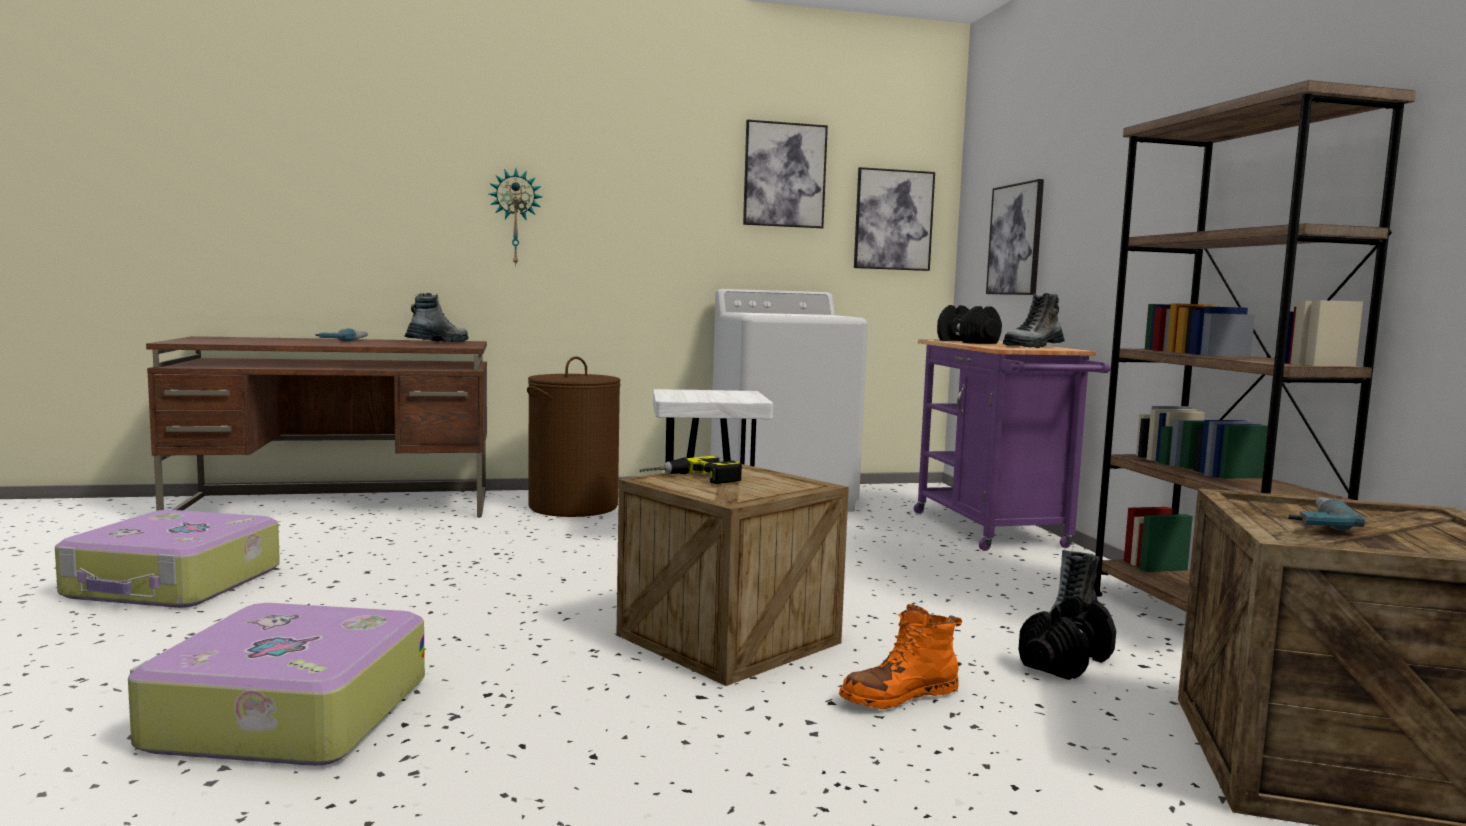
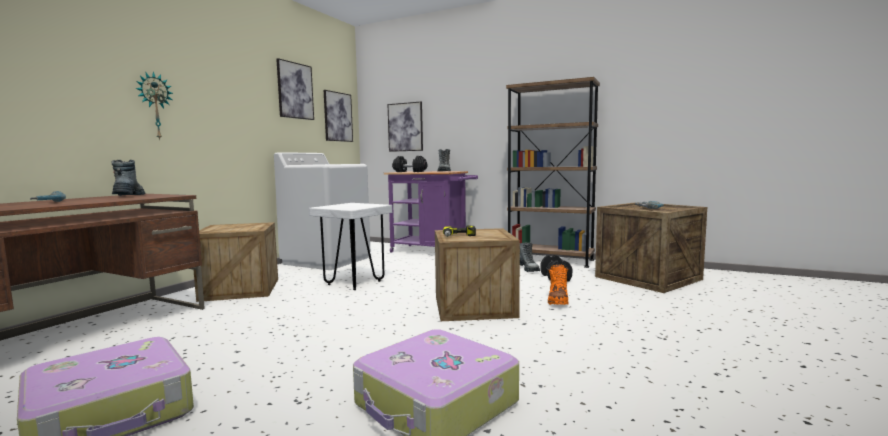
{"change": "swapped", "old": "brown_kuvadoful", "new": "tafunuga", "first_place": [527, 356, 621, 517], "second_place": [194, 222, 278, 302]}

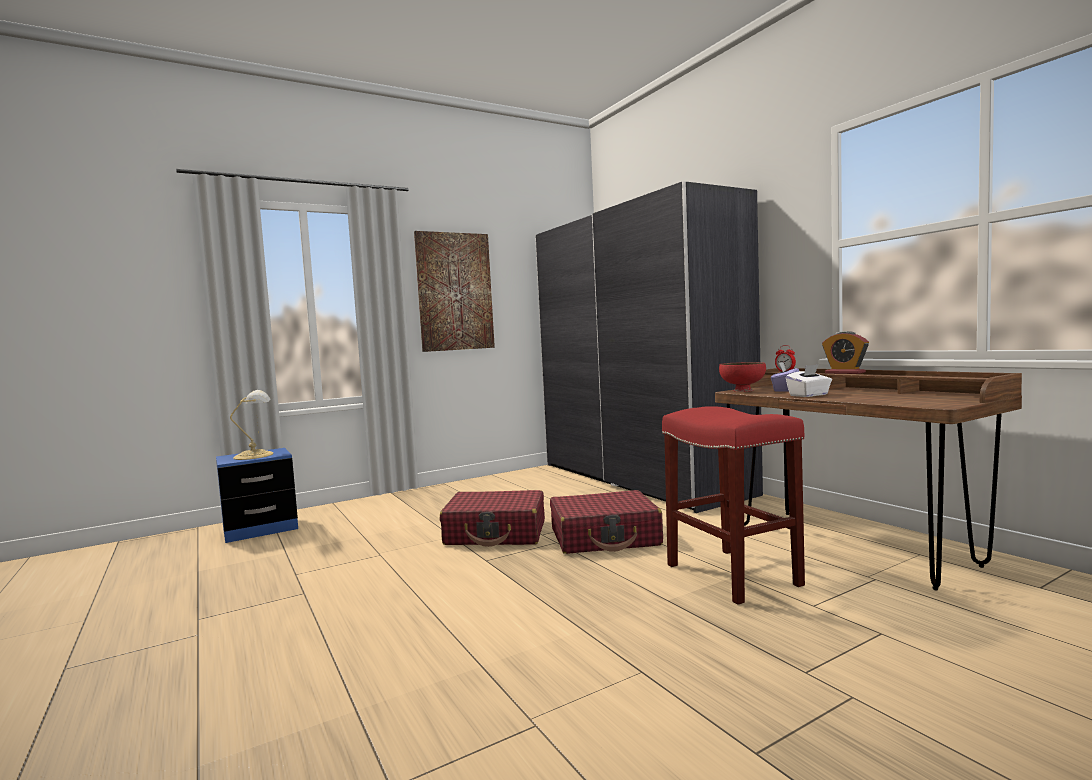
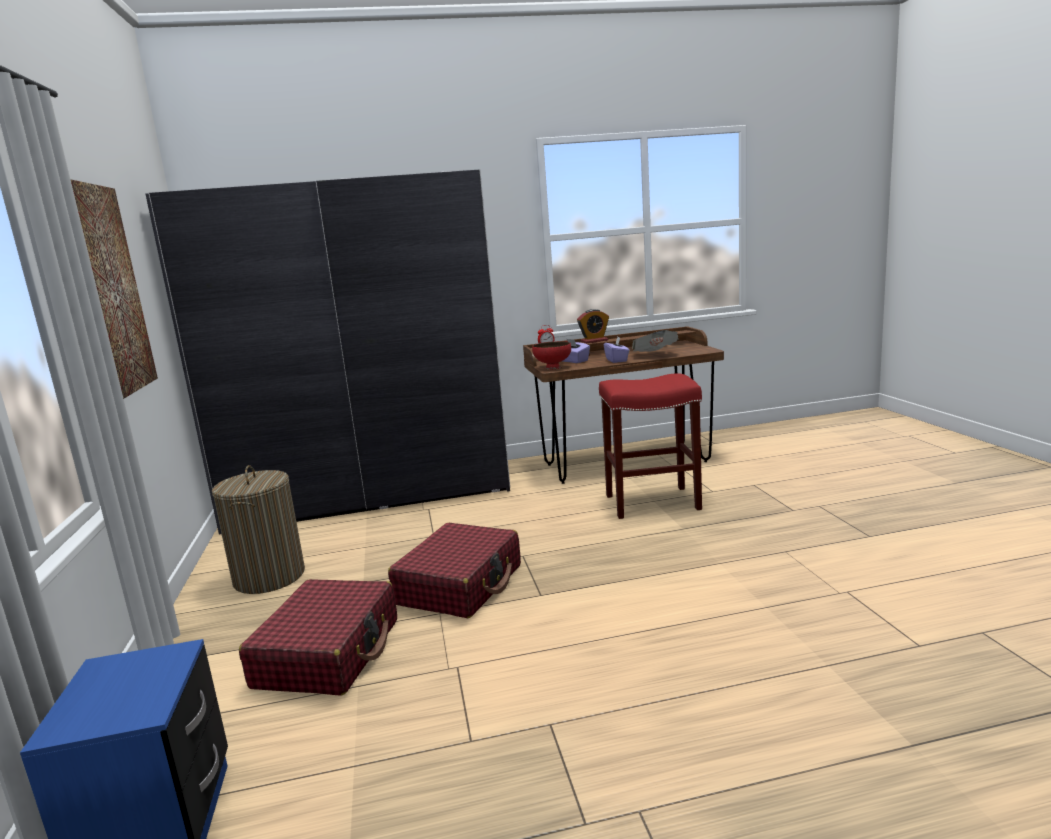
{"change": "new", "new": "kuvadoful", "second_place": [212, 465, 305, 594]}
{"change": "shifted", "old": "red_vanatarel", "first_place": [550, 490, 663, 554], "second_place": [239, 579, 397, 696]}
{"change": "repainted", "old": "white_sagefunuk", "new": "purple_sagefunuk", "first_place": [786, 364, 832, 397], "second_place": [604, 337, 629, 363]}
{"change": "new", "new": "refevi", "second_place": [632, 330, 679, 352]}
{"change": "gone", "old": "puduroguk", "first_place": [230, 390, 273, 460]}

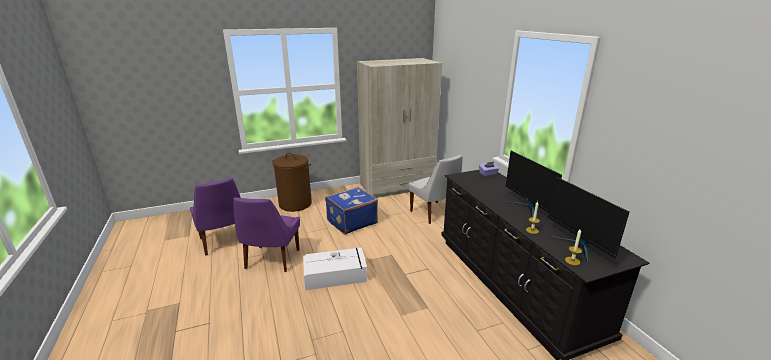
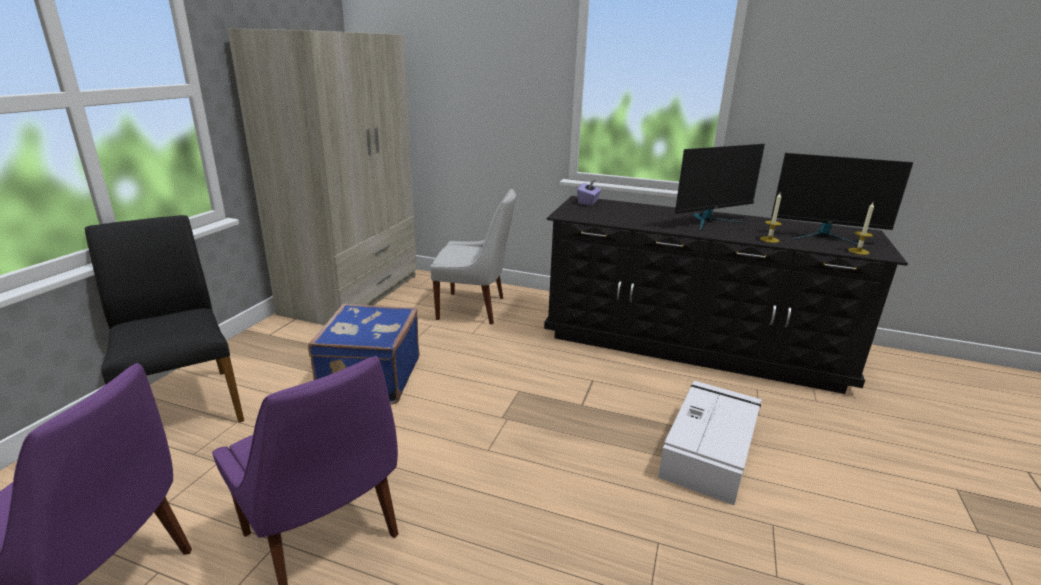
{"change": "swapped", "old": "brown_kuvadoful", "new": "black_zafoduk", "first_place": [272, 153, 312, 212], "second_place": [85, 215, 244, 423]}
{"change": "shifted", "old": "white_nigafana", "first_place": [303, 248, 367, 290], "second_place": [658, 381, 762, 505]}
{"change": "rotated", "old": "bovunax", "first_place": [505, 151, 562, 217], "second_place": [675, 144, 765, 231], "degrees": -45}

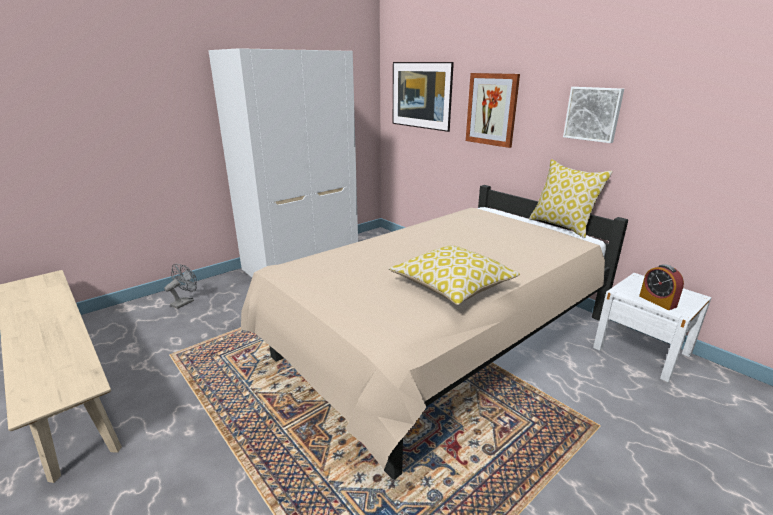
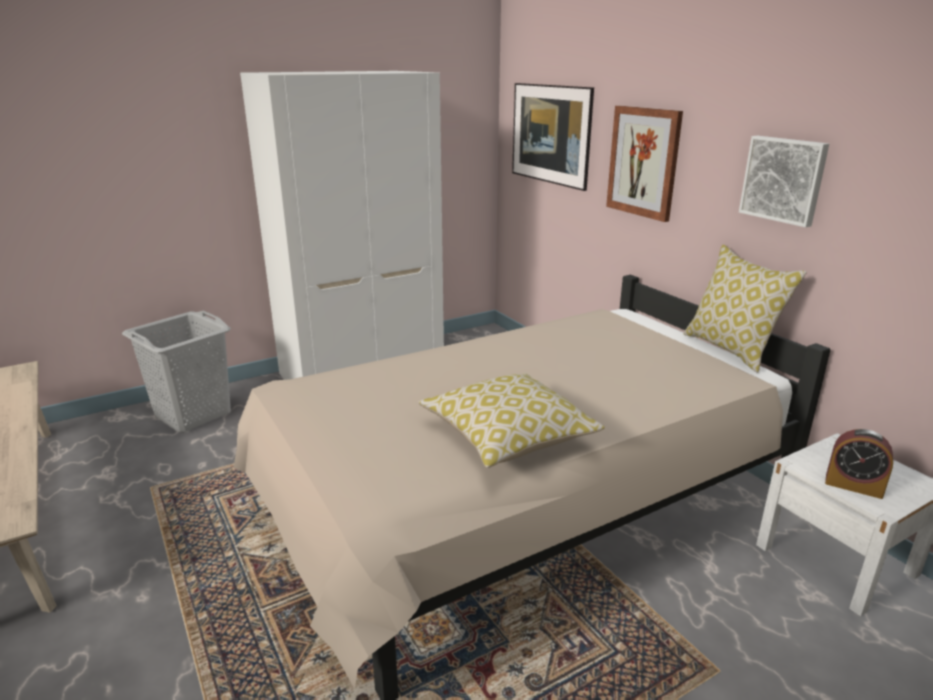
{"change": "swapped", "old": "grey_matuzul", "new": "grey_kuvadoful", "first_place": [164, 264, 197, 309], "second_place": [122, 311, 231, 433]}
{"change": "rotated", "old": "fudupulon", "first_place": [639, 264, 684, 310], "second_place": [825, 429, 893, 499], "degrees": -45}

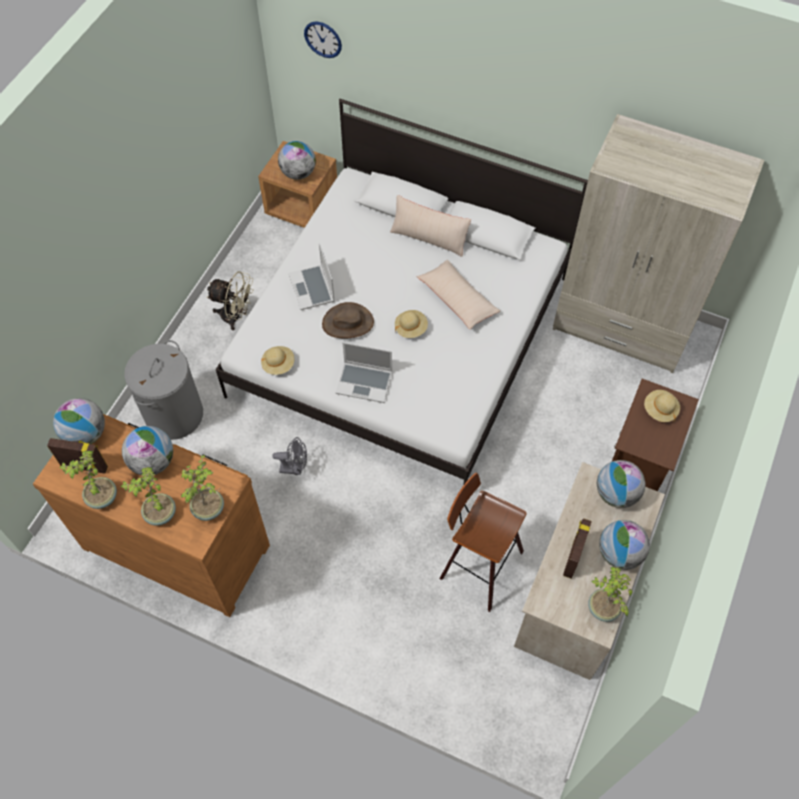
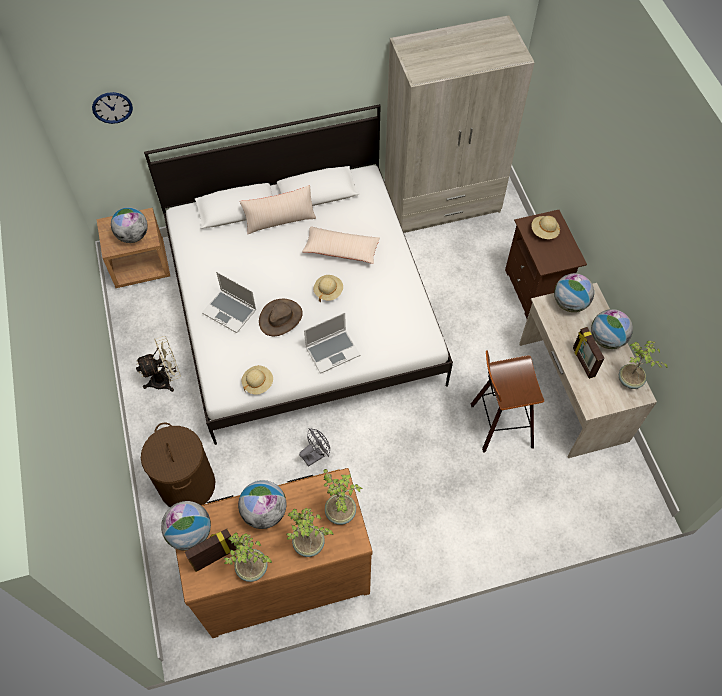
{"change": "repainted", "old": "grey_kuvadoful", "new": "brown_kuvadoful", "first_place": [124, 340, 203, 440], "second_place": [141, 423, 215, 507]}

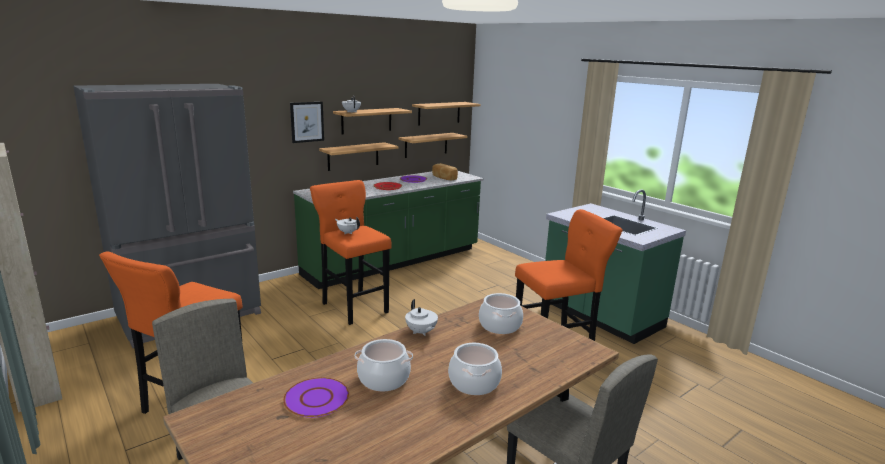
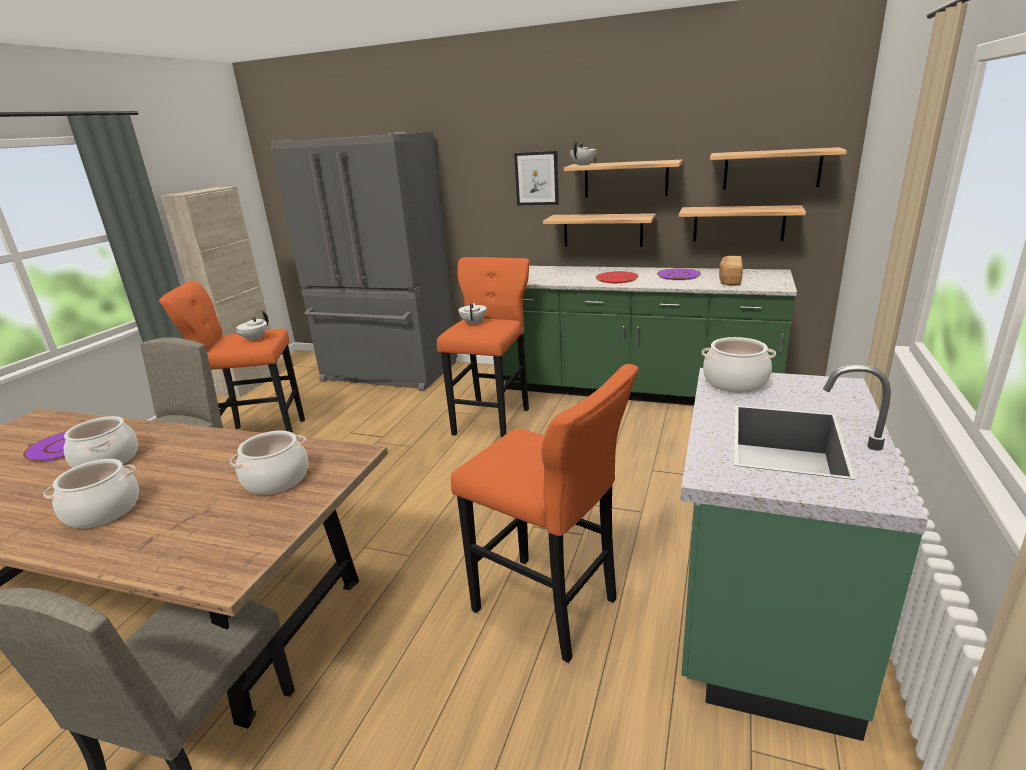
{"change": "shifted", "old": "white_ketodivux", "first_place": [405, 299, 438, 336], "second_place": [233, 311, 268, 342]}
{"change": "new", "new": "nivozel", "second_place": [702, 337, 776, 393]}

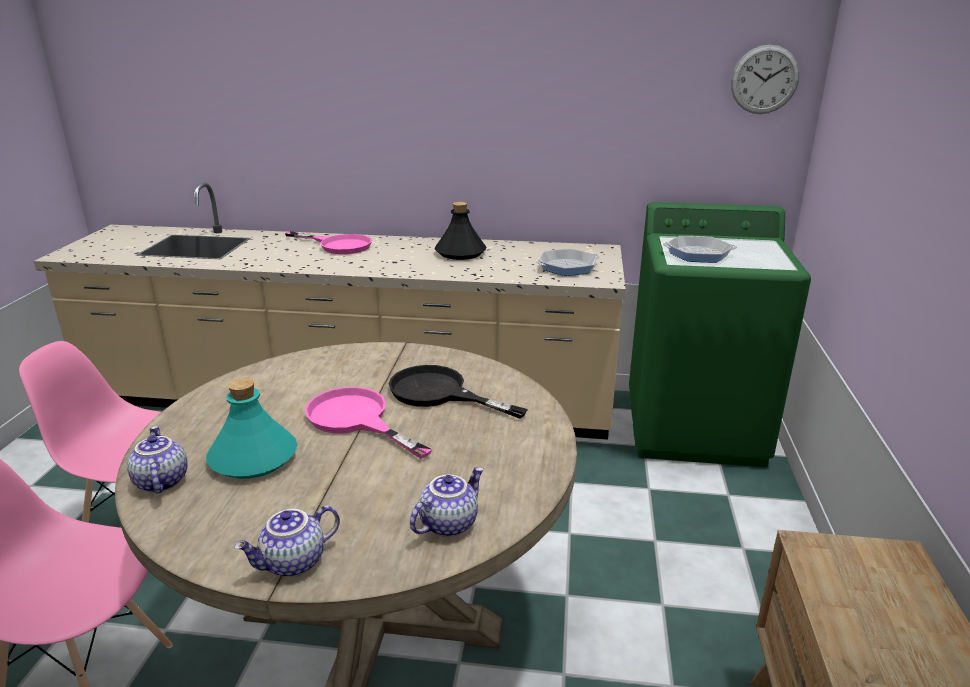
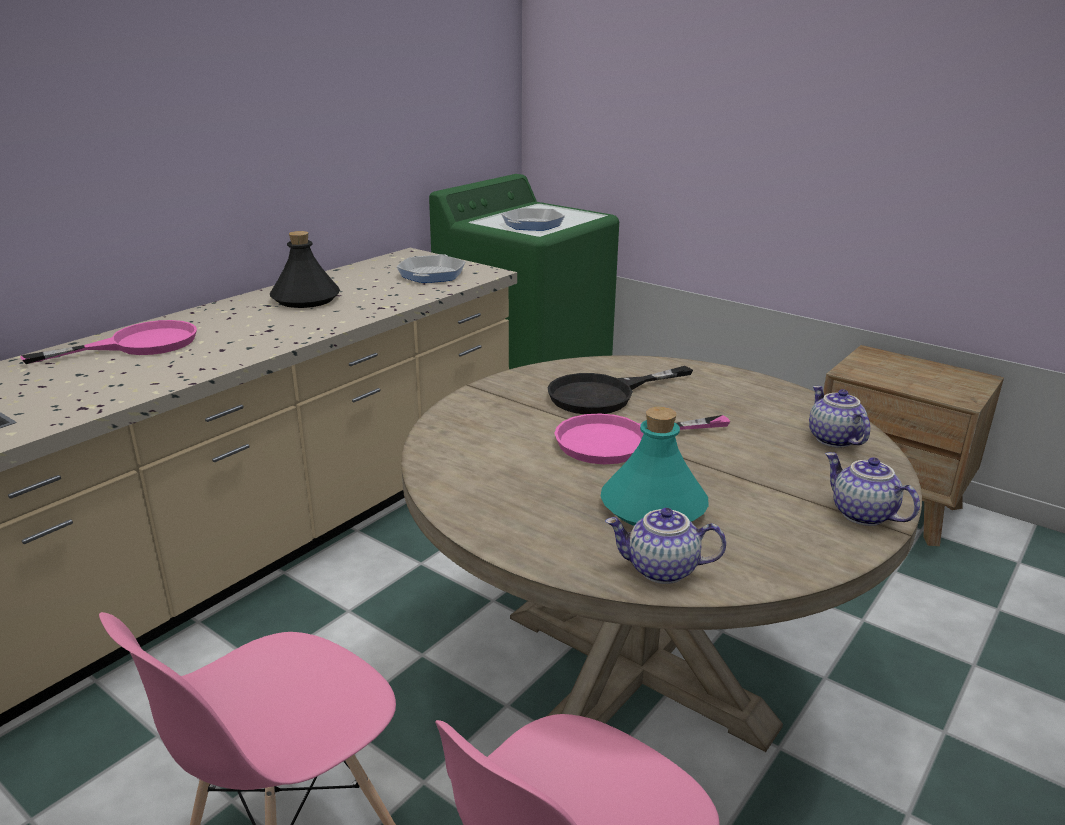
{"change": "rotated", "old": "ketodivux", "first_place": [234, 505, 340, 577], "second_place": [825, 452, 920, 526], "degrees": 150}
{"change": "gone", "old": "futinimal", "first_place": [731, 45, 800, 114]}

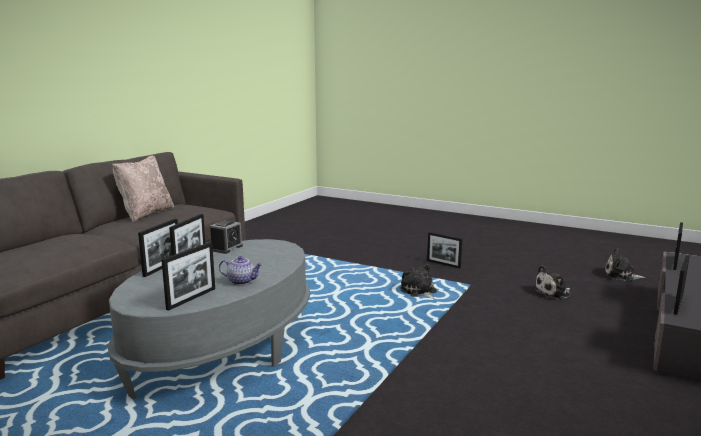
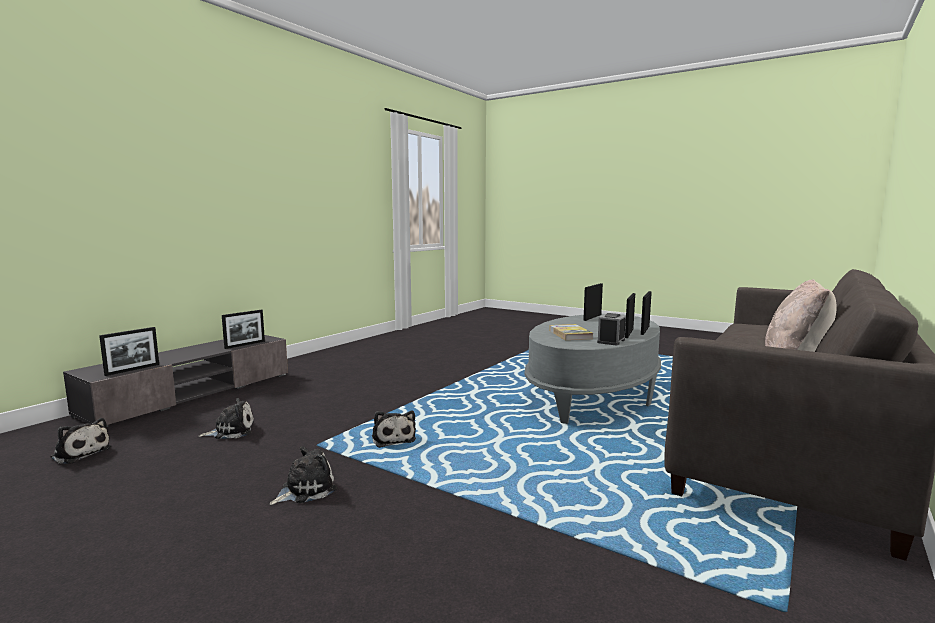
{"change": "swapped", "old": "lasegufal", "new": "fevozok", "first_place": [427, 232, 462, 268], "second_place": [269, 446, 337, 505]}
{"change": "new", "new": "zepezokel", "second_place": [549, 324, 593, 340]}
{"change": "gone", "old": "ketodivux", "first_place": [219, 256, 263, 285]}

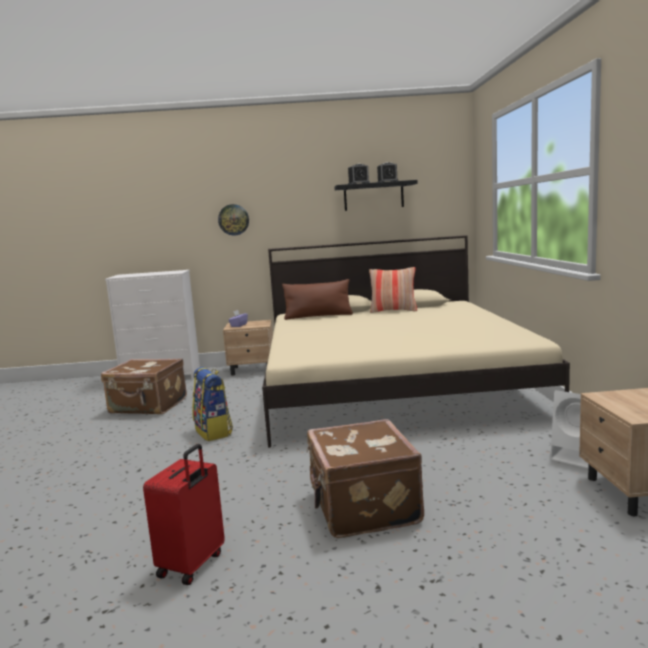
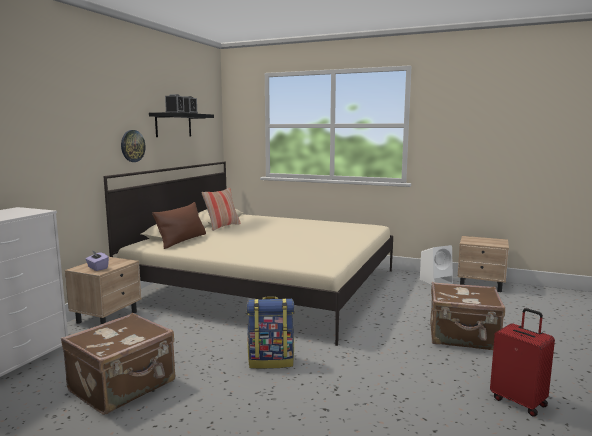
{"change": "shifted", "old": "futinimal", "first_place": [218, 204, 249, 236], "second_place": [121, 130, 145, 162]}

